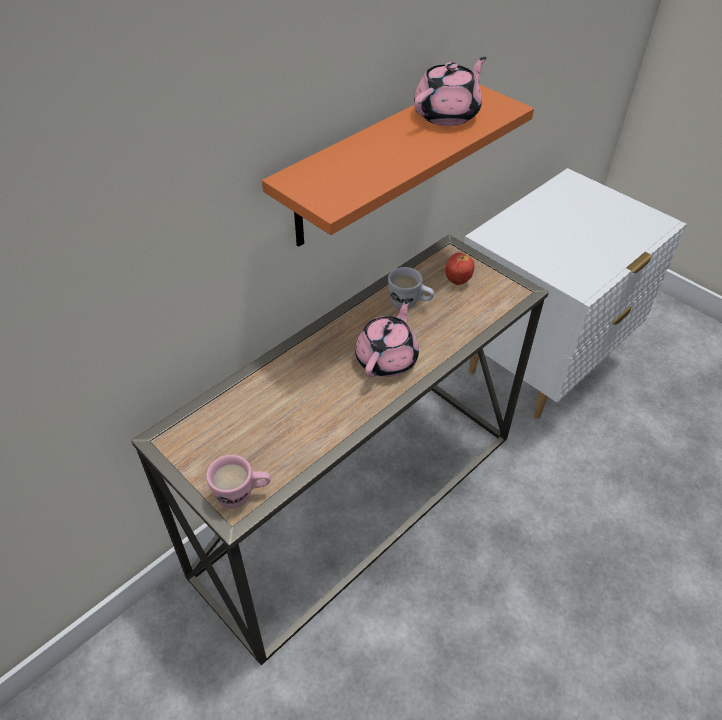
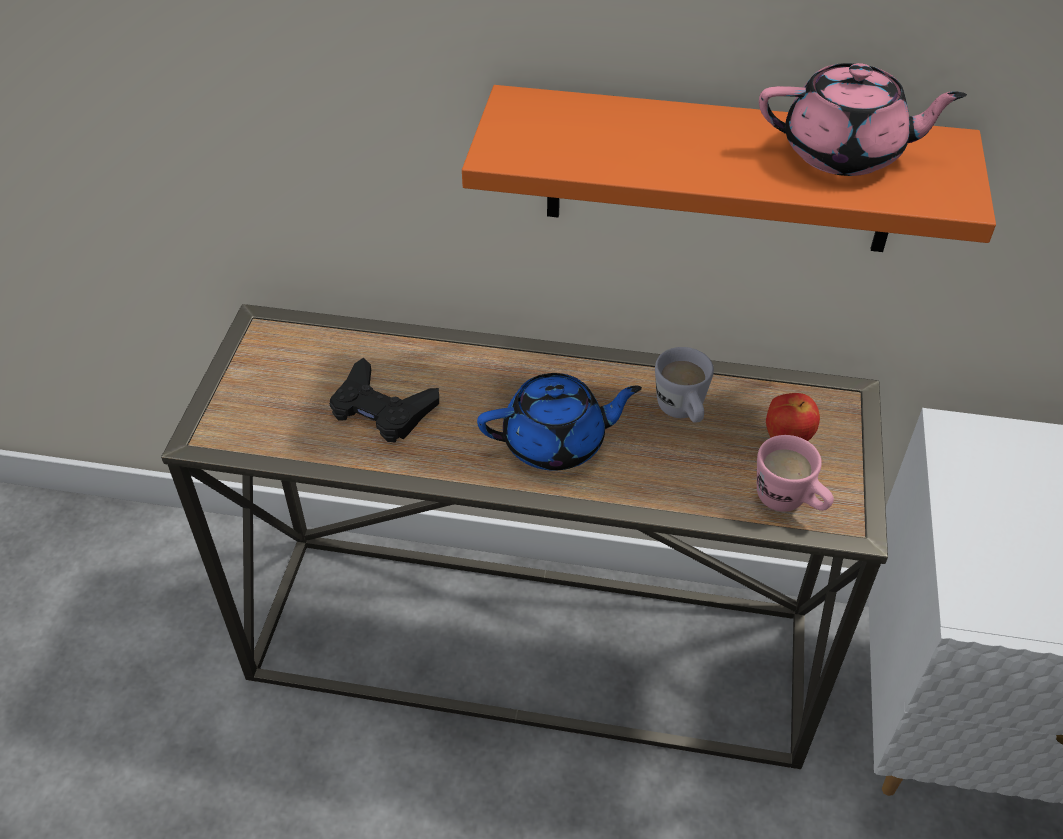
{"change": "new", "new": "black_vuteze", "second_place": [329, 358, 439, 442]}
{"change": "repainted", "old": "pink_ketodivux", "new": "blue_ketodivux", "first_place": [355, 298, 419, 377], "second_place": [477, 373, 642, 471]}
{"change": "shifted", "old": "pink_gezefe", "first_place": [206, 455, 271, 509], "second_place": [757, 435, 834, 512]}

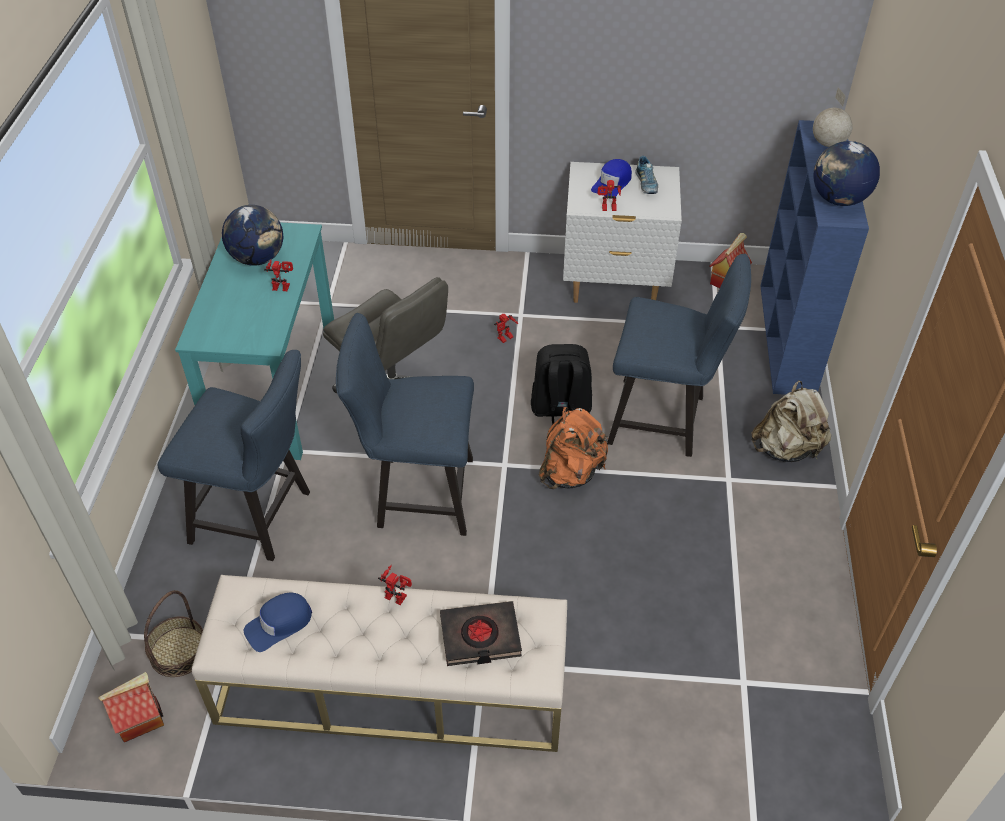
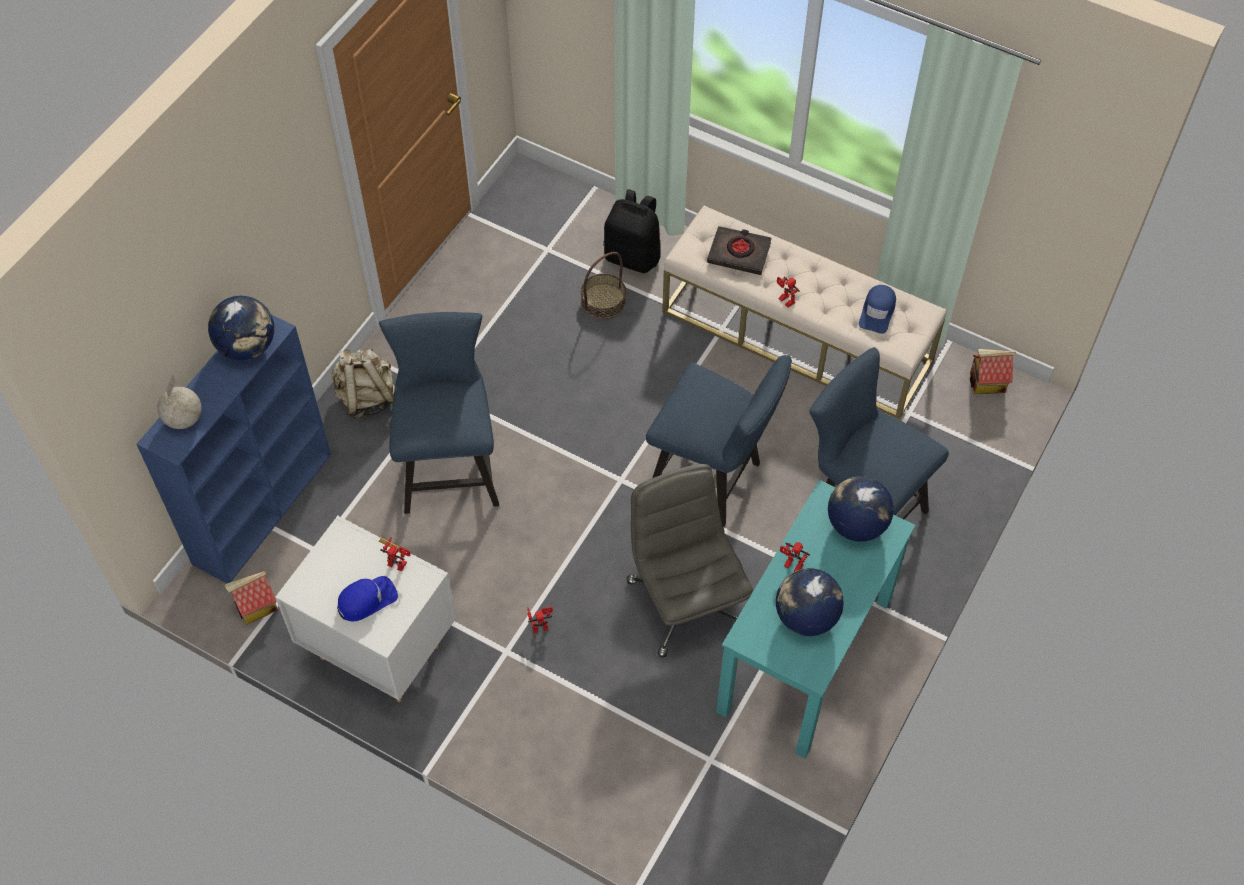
{"change": "rotated", "old": "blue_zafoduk", "first_place": [607, 254, 751, 457], "second_place": [379, 312, 499, 514], "degrees": 45}
{"change": "shifted", "old": "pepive", "first_place": [144, 590, 203, 677], "second_place": [581, 252, 626, 319]}
{"change": "shifted", "old": "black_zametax", "first_place": [531, 344, 592, 424], "second_place": [603, 189, 661, 273]}
{"change": "new", "new": "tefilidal", "second_place": [828, 476, 894, 542]}
{"change": "rotated", "old": "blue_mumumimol", "first_place": [244, 593, 312, 652], "second_place": [859, 285, 896, 334], "degrees": 120}
{"change": "gone", "old": "orange_zametax", "first_place": [539, 407, 608, 489]}
{"change": "gone", "old": "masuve", "first_place": [636, 156, 658, 194]}

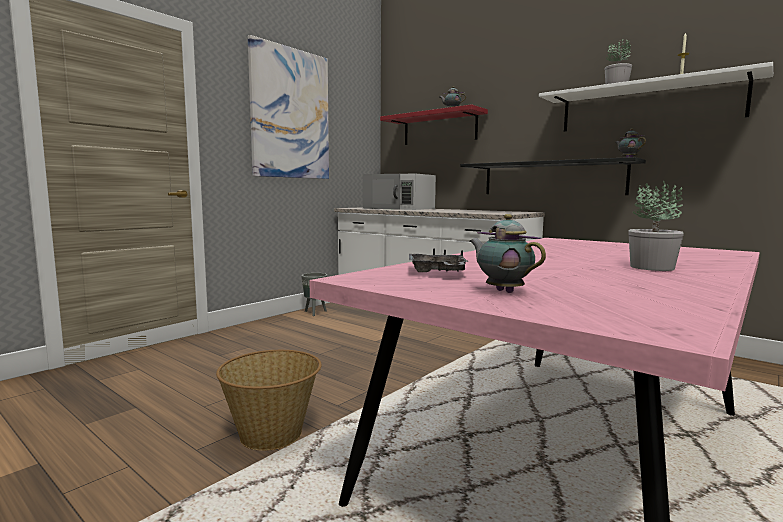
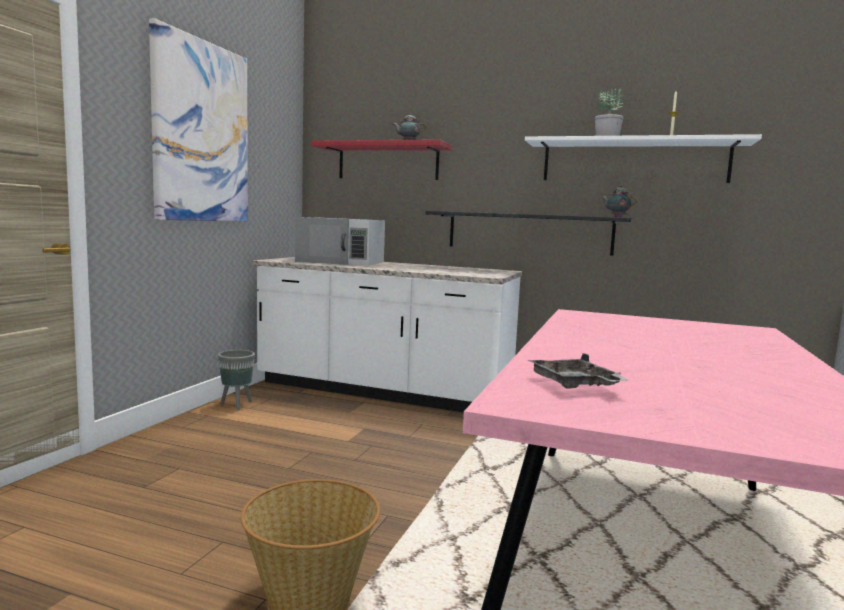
{"change": "gone", "old": "ketodivux", "first_place": [470, 214, 546, 293]}
{"change": "gone", "old": "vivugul", "first_place": [628, 181, 684, 271]}

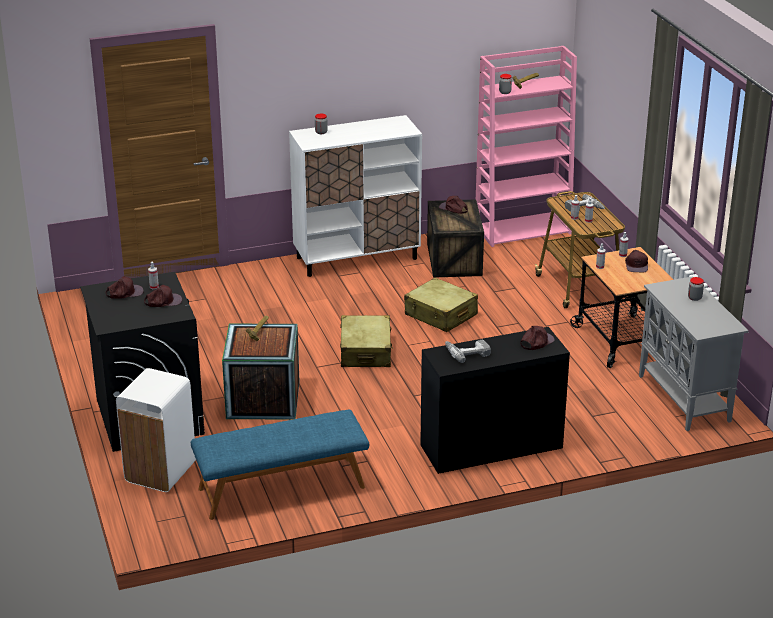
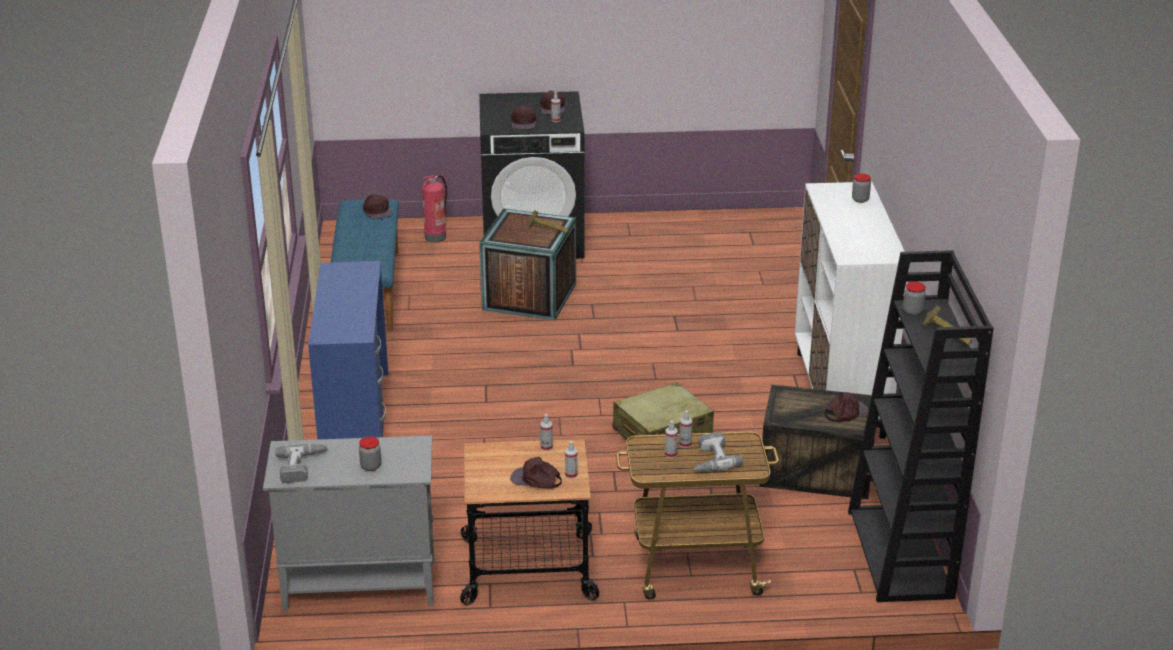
{"change": "shifted", "old": "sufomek", "first_place": [445, 340, 491, 363], "second_place": [275, 444, 329, 483]}
{"change": "repainted", "old": "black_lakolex", "new": "blue_lakolex", "first_place": [420, 327, 570, 474], "second_place": [308, 261, 388, 440]}
{"change": "shifted", "old": "brown_mumumimol", "first_place": [520, 326, 555, 350], "second_place": [363, 194, 393, 220]}
{"change": "swapped", "old": "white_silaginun", "new": "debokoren", "first_place": [116, 368, 196, 492], "second_place": [422, 175, 447, 243]}
{"change": "repainted", "old": "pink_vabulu", "new": "black_vabulu", "first_place": [476, 46, 577, 247], "second_place": [848, 250, 994, 602]}
{"change": "gone", "old": "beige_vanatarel", "first_place": [340, 315, 393, 367]}

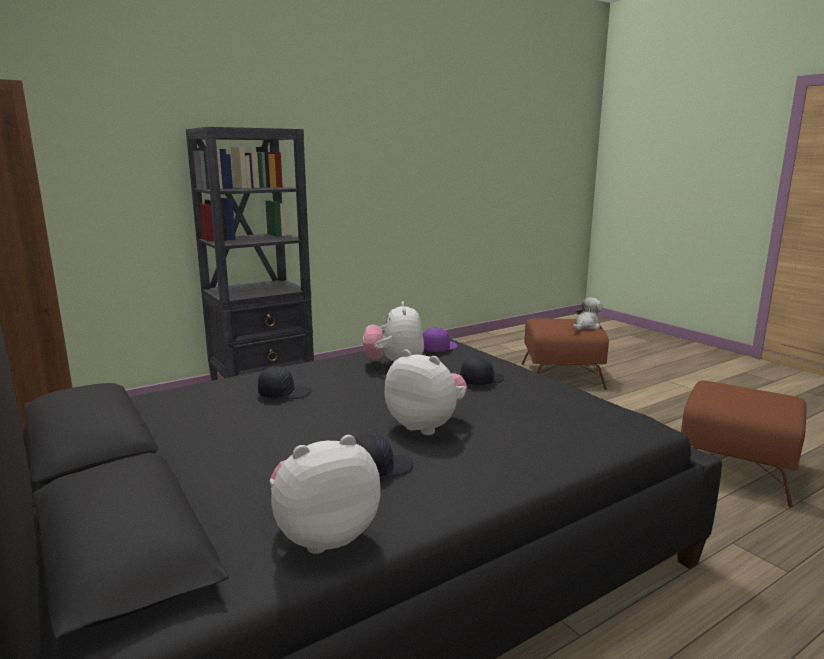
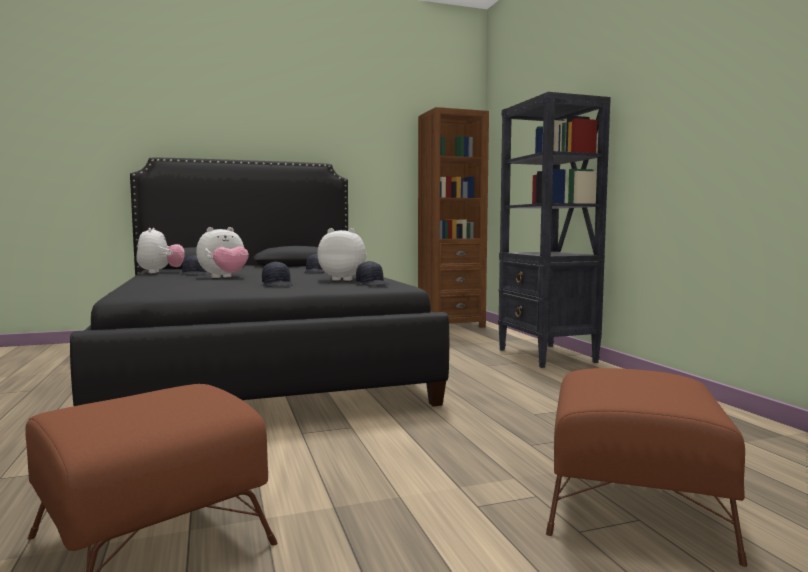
{"change": "repainted", "old": "purple_mumumimol", "new": "black_mumumimol", "first_place": [422, 327, 458, 352], "second_place": [356, 261, 389, 286]}
{"change": "gone", "old": "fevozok", "first_place": [573, 297, 602, 330]}

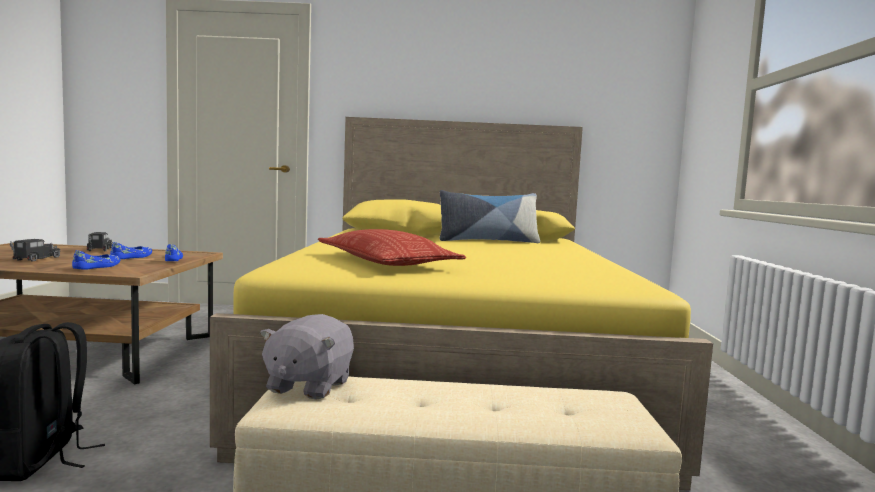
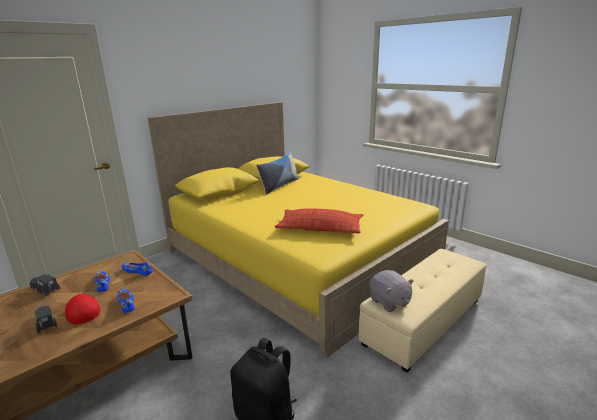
{"change": "new", "new": "red_mumumimol", "second_place": [65, 294, 100, 324]}

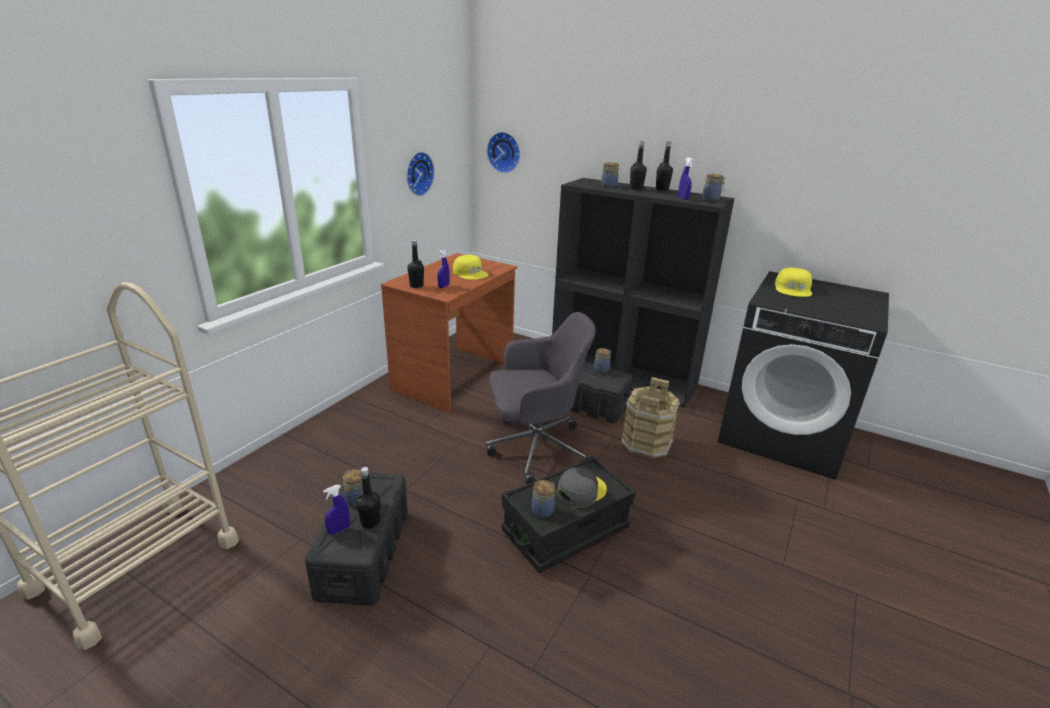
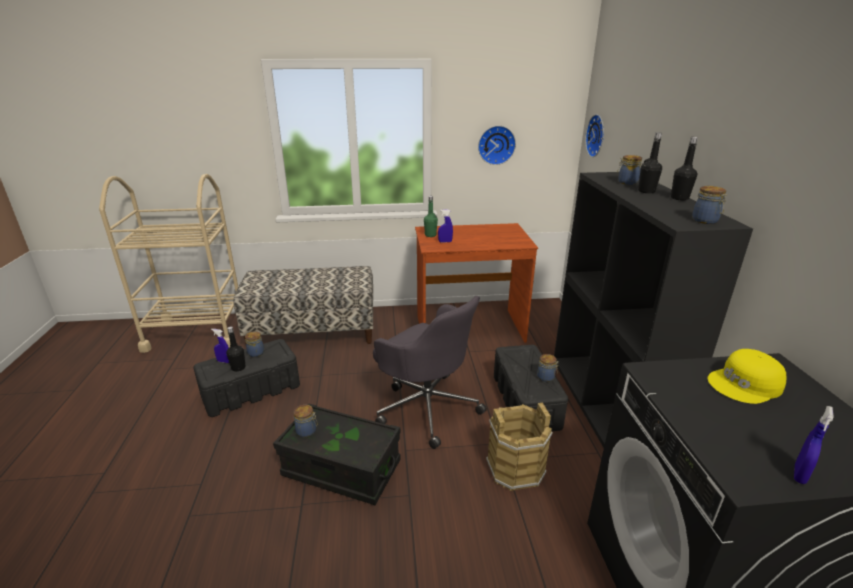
{"change": "new", "new": "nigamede", "second_place": [233, 266, 373, 344]}
{"change": "repainted", "old": "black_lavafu", "new": "green_lavafu", "first_place": [407, 240, 424, 288], "second_place": [424, 196, 438, 237]}
{"change": "shifted", "old": "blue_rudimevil", "first_place": [678, 157, 694, 200], "second_place": [794, 406, 834, 484]}
{"change": "gone", "old": "yellow_mumumimol", "first_place": [453, 255, 489, 280]}
{"change": "gone", "old": "grey_mumumimol", "first_place": [557, 467, 607, 508]}

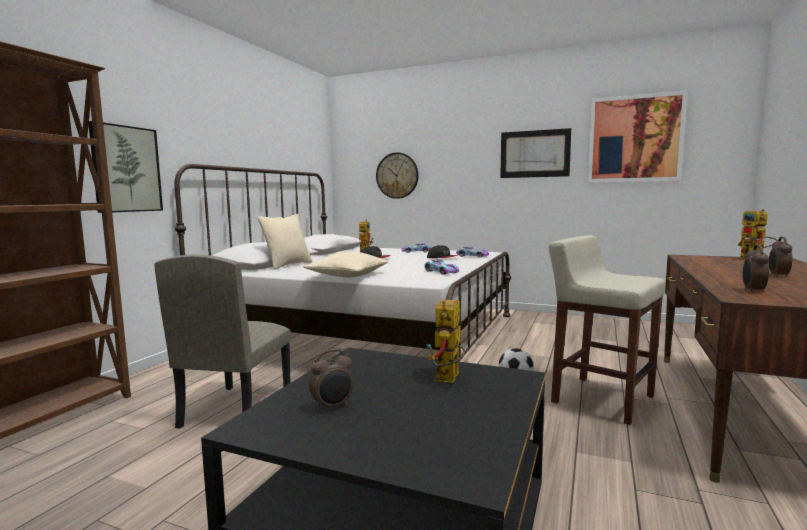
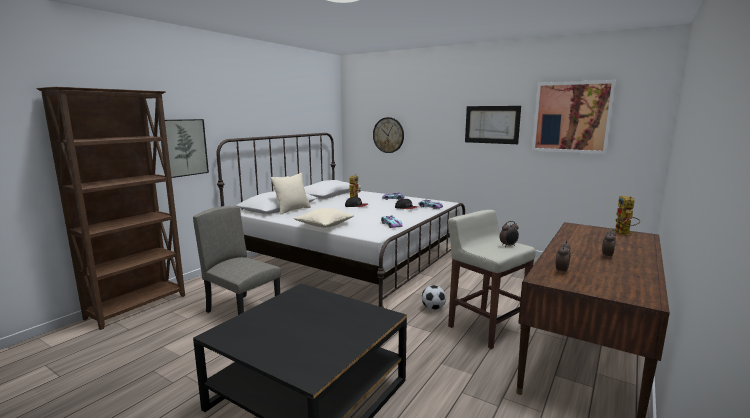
{"change": "rotated", "old": "beige_zafoduk", "first_place": [154, 254, 291, 428], "second_place": [193, 206, 281, 315], "degrees": 105}
{"change": "shifted", "old": "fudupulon", "first_place": [309, 349, 354, 412], "second_place": [500, 221, 519, 247]}
{"change": "gone", "old": "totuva", "first_place": [427, 299, 465, 383]}

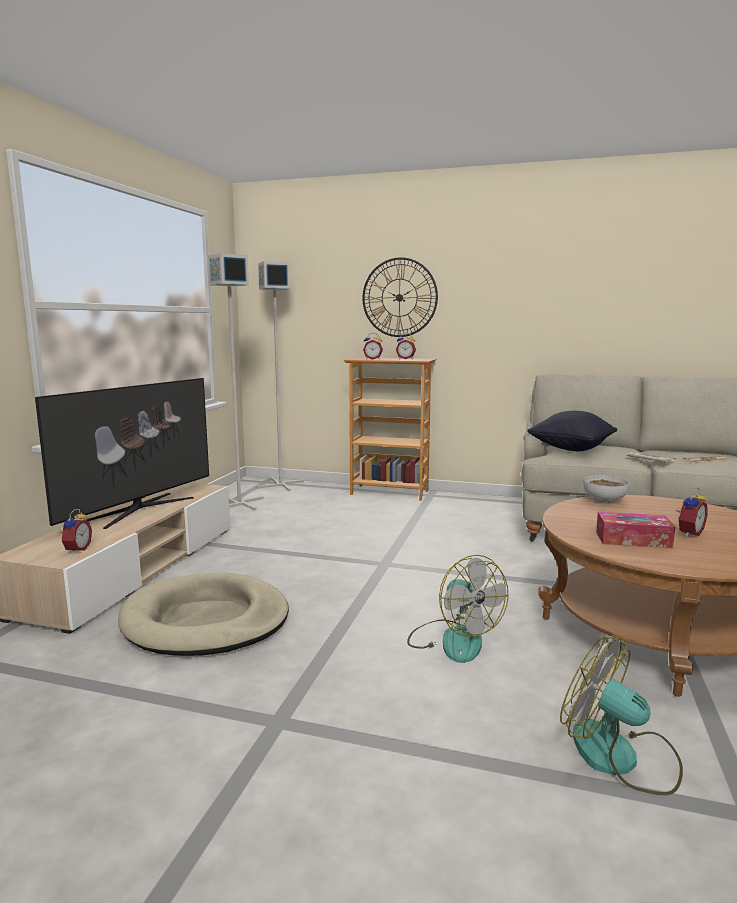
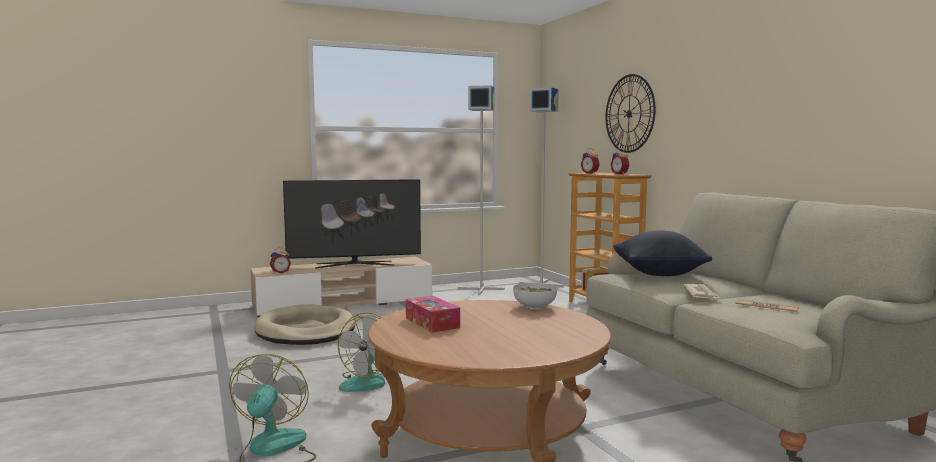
{"change": "gone", "old": "fudupulon", "first_place": [676, 488, 708, 537]}

